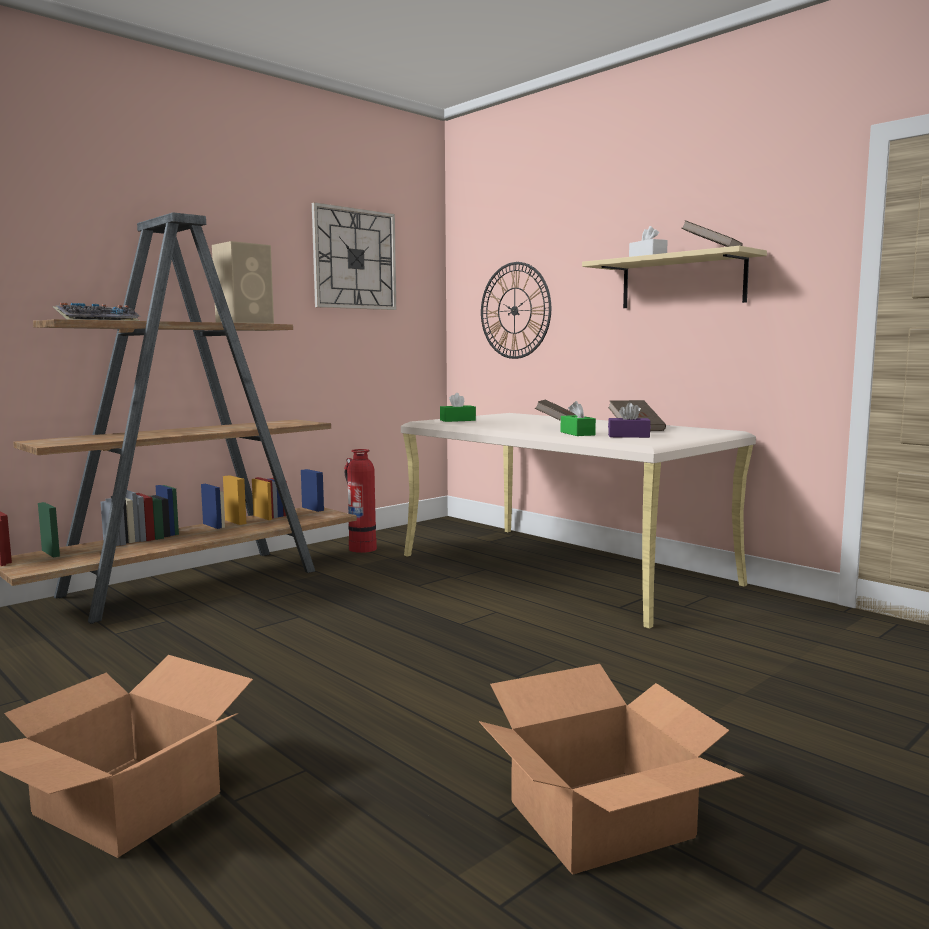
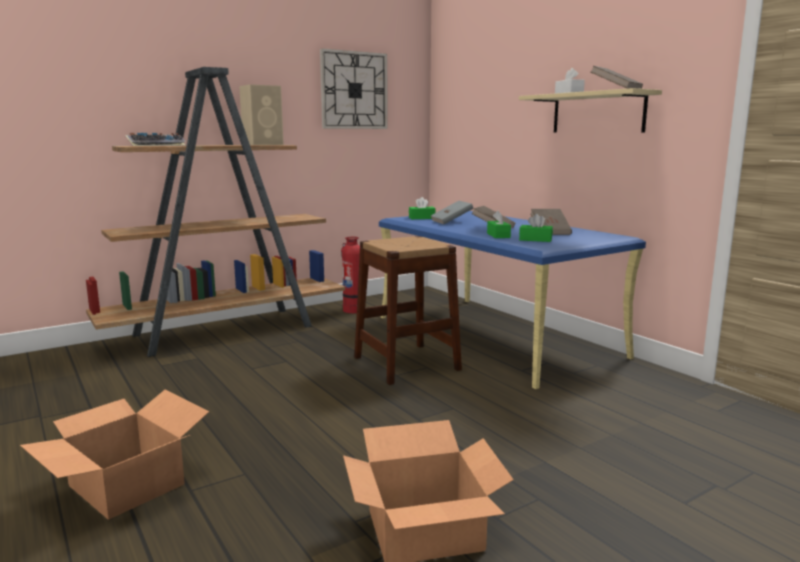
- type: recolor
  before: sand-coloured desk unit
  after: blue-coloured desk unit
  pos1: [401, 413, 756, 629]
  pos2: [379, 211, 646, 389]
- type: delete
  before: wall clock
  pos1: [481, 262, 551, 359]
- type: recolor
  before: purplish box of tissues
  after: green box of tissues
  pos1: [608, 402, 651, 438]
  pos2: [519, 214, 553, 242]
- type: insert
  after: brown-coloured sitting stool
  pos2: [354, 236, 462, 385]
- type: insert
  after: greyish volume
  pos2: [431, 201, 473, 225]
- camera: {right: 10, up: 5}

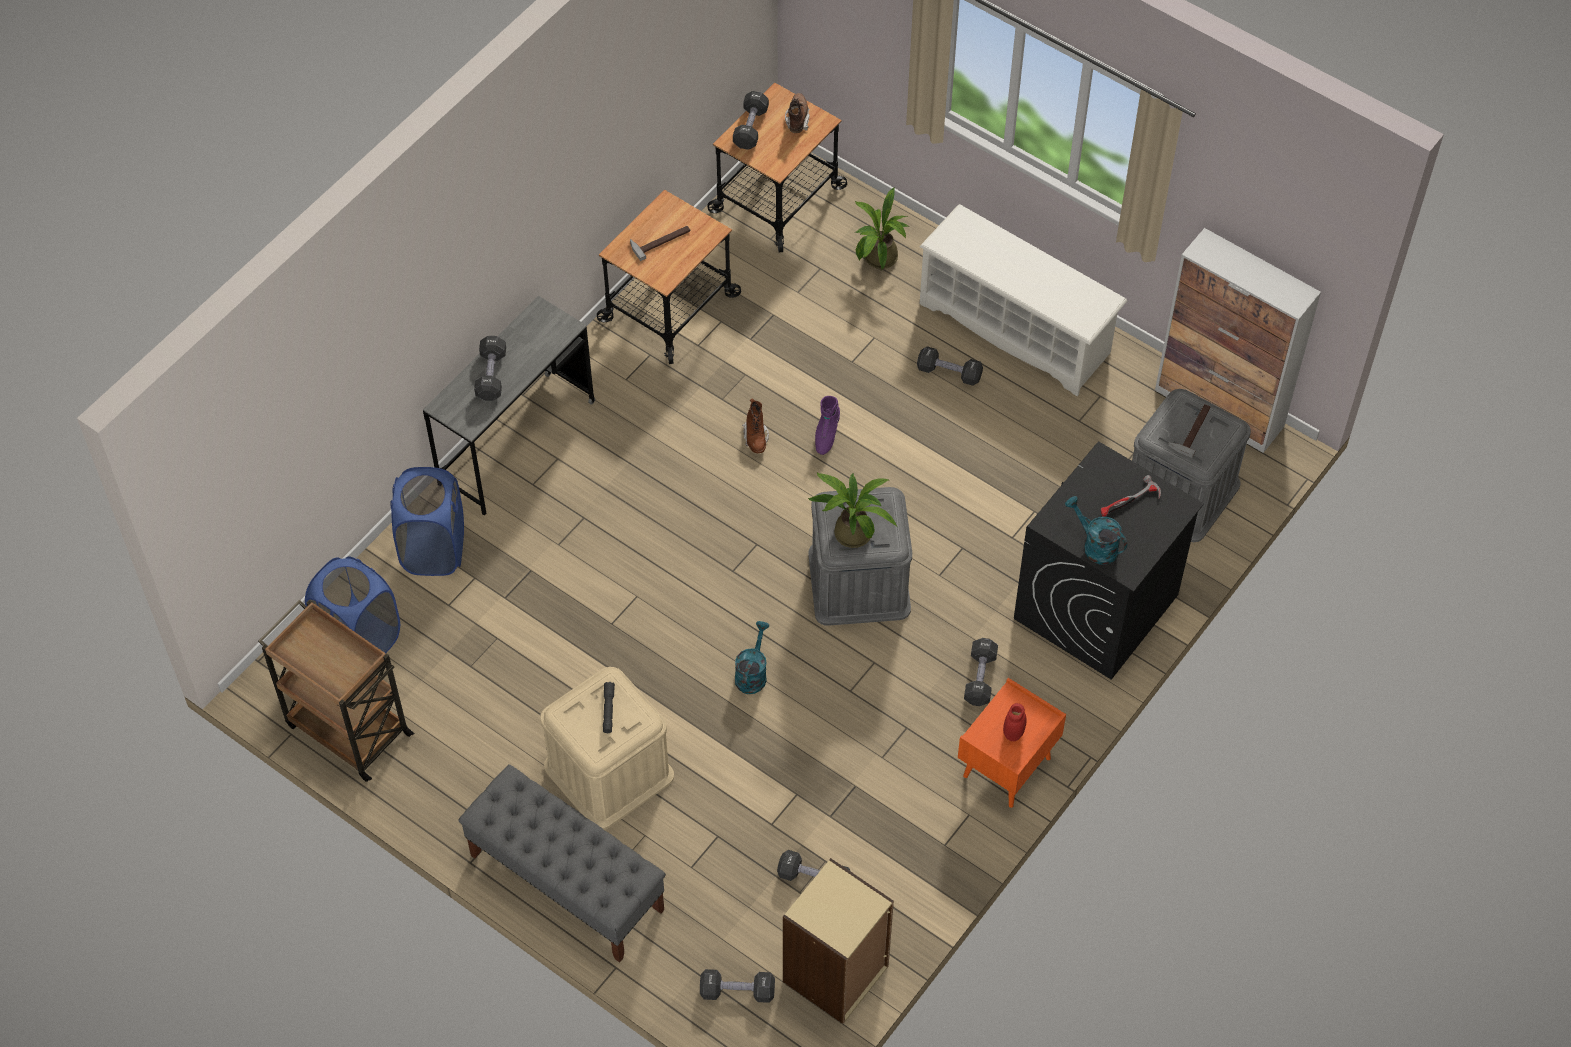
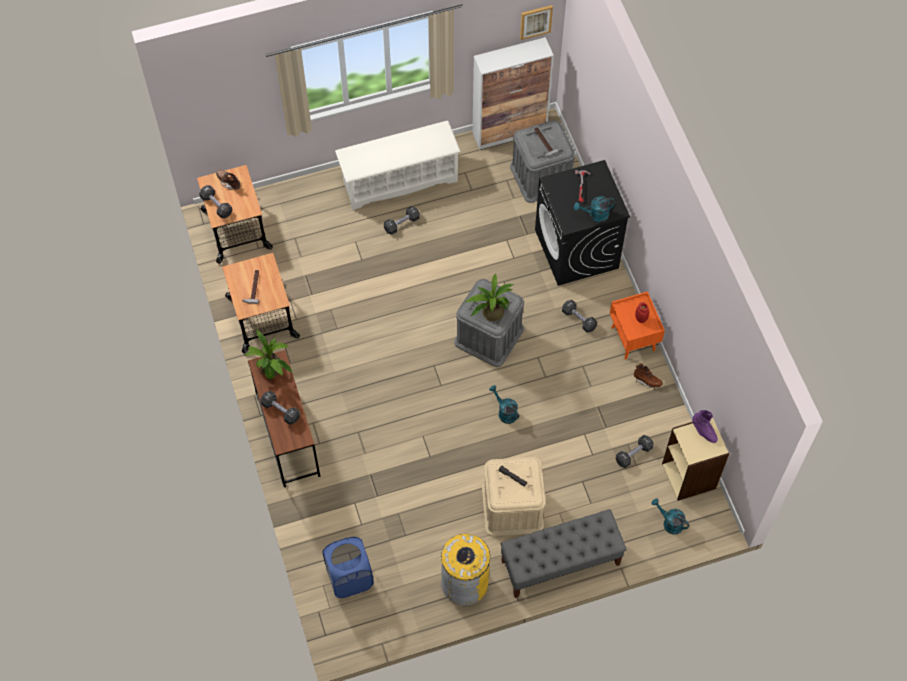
- type: delete
  before: brown-coloured wheeled cart
  pos1: [258, 600, 414, 782]
- type: delete
  before: blue-coloured washing basket
  pos1: [390, 467, 464, 576]
- type: recolor
  before: greyish desk unit
  after: brown-coloured desk unit
  pos1: [423, 296, 596, 515]
  pos2: [248, 350, 320, 487]
- type: replace
  before: black-coloured hand weight
  after: turquoise-coloured watering pot
  pos1: [700, 969, 775, 1003]
  pos2: [651, 498, 689, 535]
- type: move
  before: brown-coloured high-top boot
  pos1: [742, 398, 769, 453]
  pos2: [634, 364, 663, 388]
- type: move
  before: purplish high-top boot
  pos1: [815, 396, 840, 455]
  pos2: [692, 410, 718, 443]
- type: move
  before: houseplant
  pos1: [855, 188, 909, 270]
  pos2: [244, 330, 292, 380]
- type: insert
  after: yellow trash can
  pos2: [441, 534, 490, 605]
- type: insert
  after: wall art
  pos2: [520, 5, 553, 40]
- camera: {right: -55, up: 5}

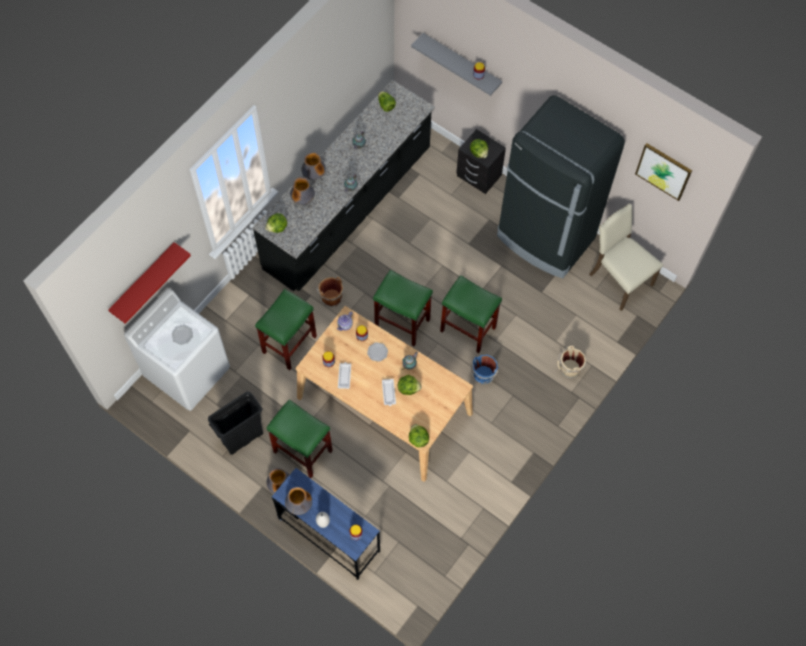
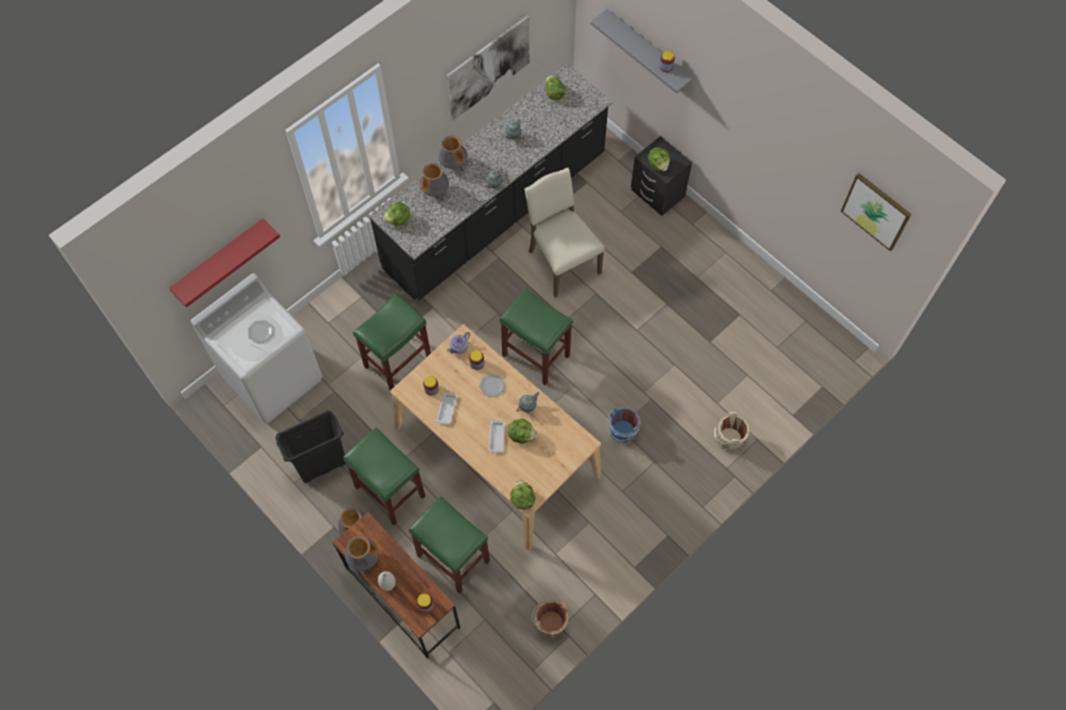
- type: recolor
  before: blue-coloured desk unit
  after: brown-coloured desk unit
  pos1: [272, 468, 380, 580]
  pos2: [333, 512, 460, 659]
- type: move
  before: brown-coloured water bucket
  pos1: [317, 277, 343, 307]
  pos2: [532, 600, 568, 638]
- type: move
  before: green sitting stool
  pos1: [440, 275, 502, 353]
  pos2: [409, 496, 490, 594]
- type: delete
  before: black-coloured refrigerator
  pos1: [497, 95, 625, 279]
- type: move
  before: sand-coloured plain chair
  pos1: [589, 204, 663, 311]
  pos2: [524, 168, 605, 298]
- type: insert
  after: wall art
  pos2: [447, 15, 529, 121]
- camera: {right: 10, up: 0}

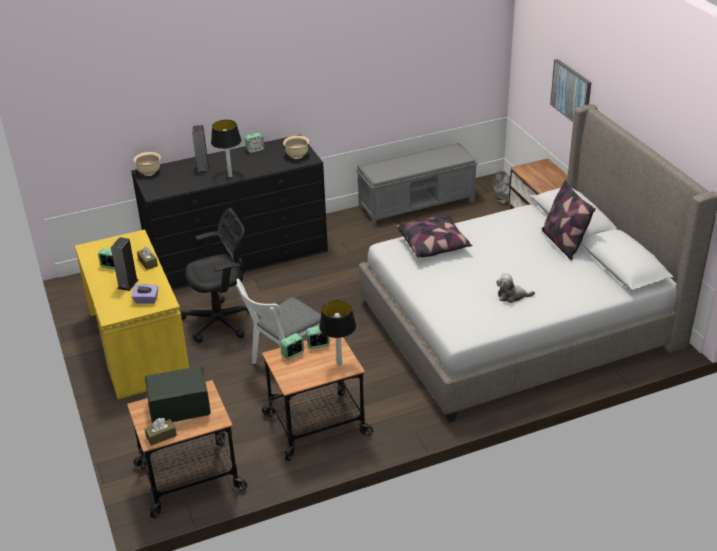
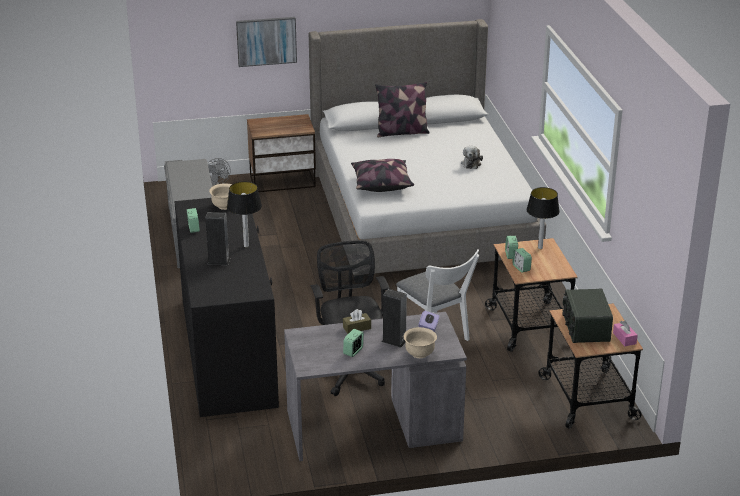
- type: recolor
  before: yellow desk unit
  after: greyish desk unit
  pos1: [75, 230, 189, 399]
  pos2: [284, 312, 467, 461]
- type: move
  before: sand-coloured serving bowl
  pos1: [134, 152, 161, 176]
  pos2: [403, 327, 437, 358]
- type: recolor
  before: brown-coloured box of tissues
  after: pink box of tissues
  pos1: [145, 418, 177, 446]
  pos2: [613, 321, 638, 346]
- camera: {right: -80, up: -5}

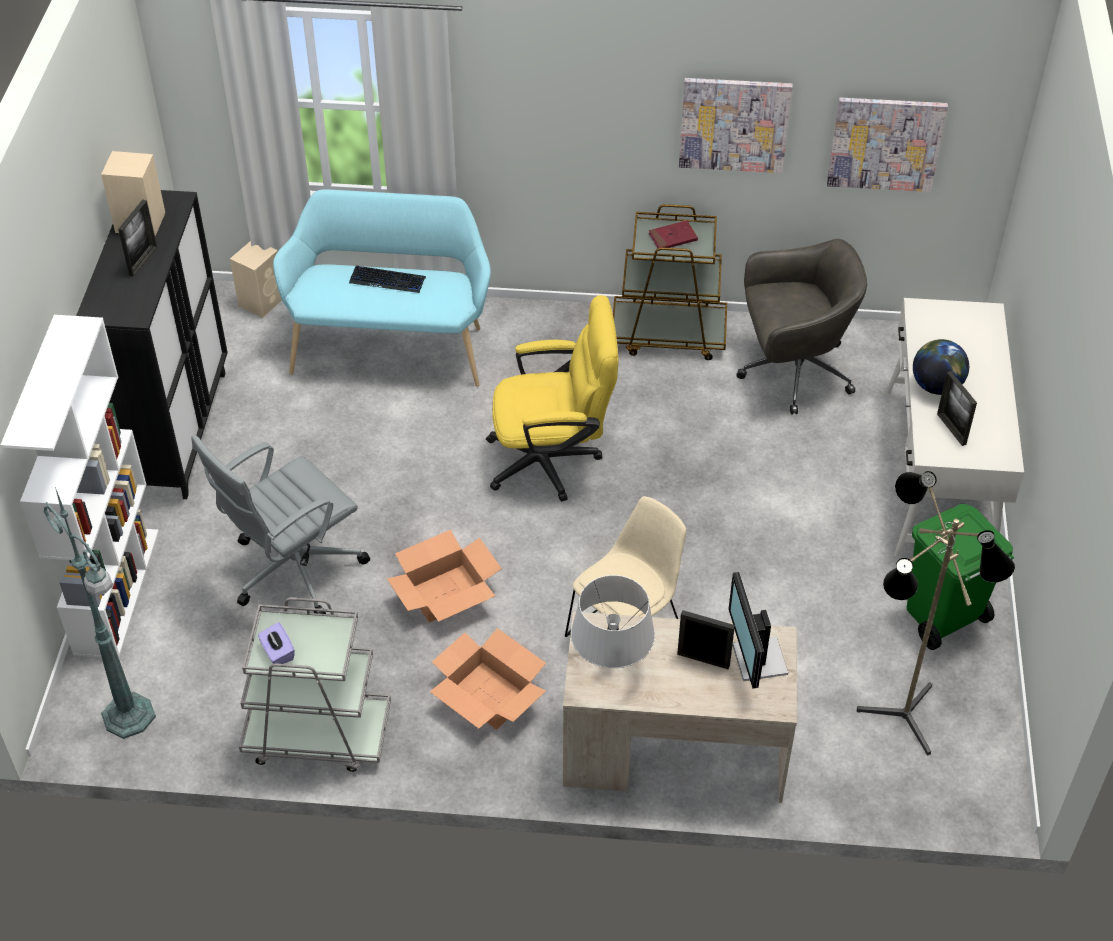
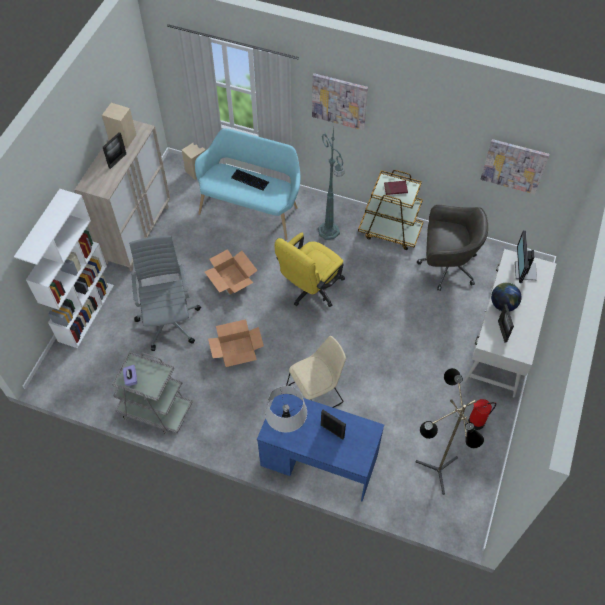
- type: move
  before: green standard lamp
  pos1: [44, 487, 156, 739]
  pos2: [318, 127, 345, 240]
- type: recolor
  before: black-coloured cupboard
  after: sand-coloured cupboard
  pos1: [76, 190, 228, 499]
  pos2: [75, 120, 170, 272]
- type: rotate
  before: greyish desk chair
  pos1: [191, 434, 370, 614]
  pos2: [129, 235, 201, 351]
  turn: 105
- type: move
  before: packing box
  pos1: [430, 628, 546, 730]
  pos2: [205, 249, 258, 294]
- type: rotate
  before: yellow desk chair
  pos1: [486, 295, 618, 502]
  pos2: [275, 233, 345, 307]
  turn: 120
- type: recolor
  before: sand-coloured desk unit
  after: blue-coloured desk unit
  pos1: [563, 612, 797, 803]
  pos2: [257, 394, 384, 501]
- type: move
  before: wall art
  pos1: [679, 78, 793, 173]
  pos2: [312, 73, 368, 130]
- type: move
  before: monitor
  pos1: [728, 572, 788, 689]
  pos2: [515, 231, 537, 283]
- type: replace
  before: green trash can
  after: extinguisher
  pos1: [907, 504, 1014, 650]
  pos2: [468, 399, 496, 430]
- camera: {right: 15, up: 10}

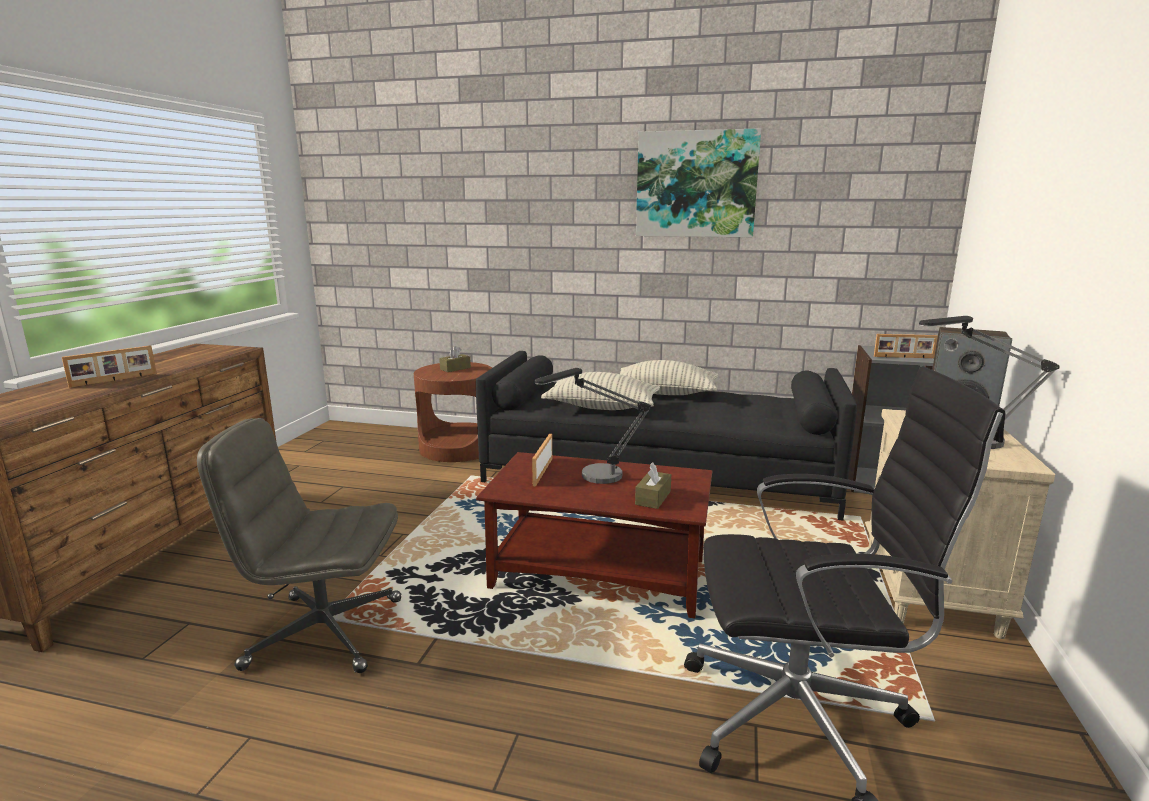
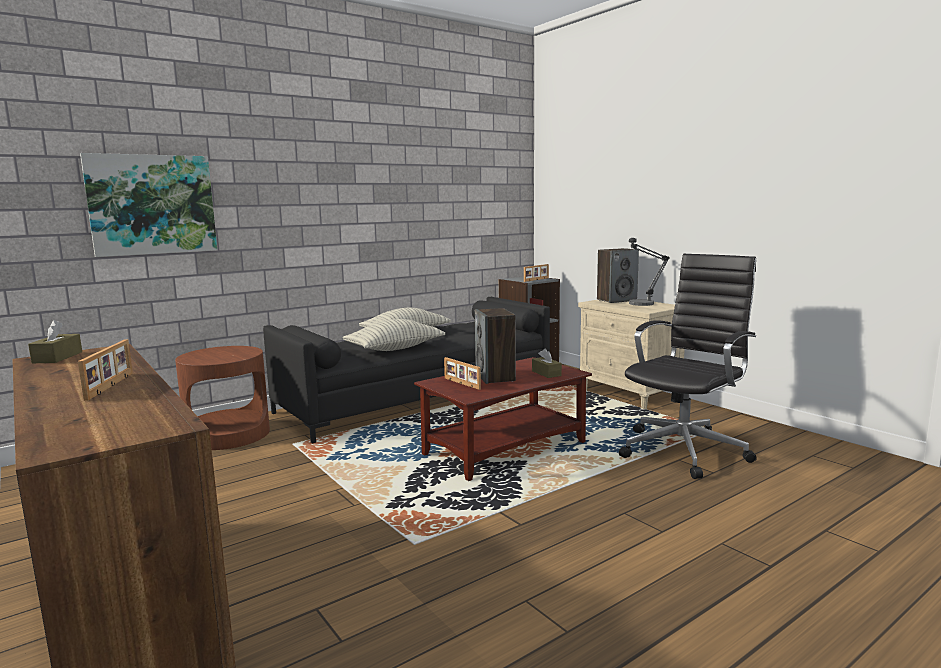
- type: delete
  before: greyish desk chair
  pos1: [197, 418, 401, 673]
- type: move
  before: brown-coloured box of tissues
  pos1: [439, 346, 471, 372]
  pos2: [28, 320, 82, 363]
- type: replace
  before: table lamp
  after: speaker
  pos1: [535, 368, 651, 484]
  pos2: [475, 308, 516, 384]
- type: move
  before: wall art
  pos1: [636, 128, 761, 237]
  pos2: [80, 153, 217, 257]
- camera: {right: -50, up: -5}

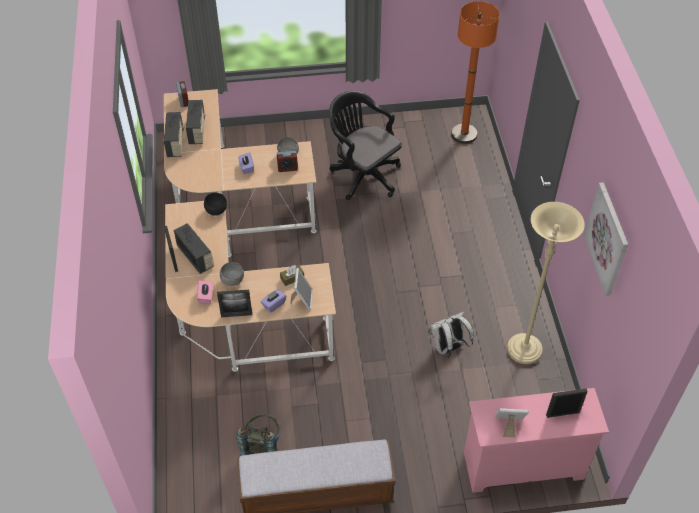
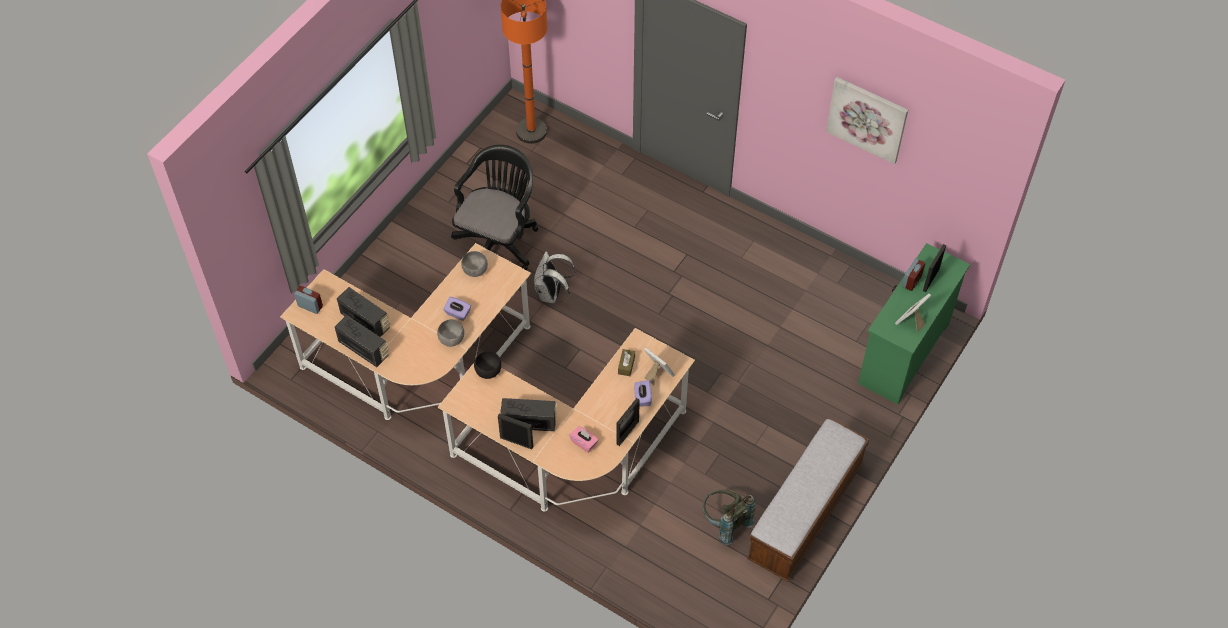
- type: move
  before: greyish serving bowl
  pos1: [220, 262, 244, 286]
  pos2: [437, 319, 464, 347]
- type: move
  before: alarm clock
  pos1: [277, 151, 298, 172]
  pos2: [902, 258, 925, 291]
- type: rotate
  before: black-coloured desk chair
  pos1: [329, 91, 402, 200]
  pos2: [451, 145, 538, 270]
  turn: 120
- type: move
  before: whitish rucksack
  pos1: [429, 312, 473, 358]
  pos2: [534, 251, 575, 303]
- type: recolor
  before: pink drawer chest
  after: green drawer chest
  pos1: [464, 388, 609, 493]
  pos2: [858, 243, 970, 405]
- type: delete
  before: sand-coloured standard lamp
  pos1: [507, 202, 585, 364]
- camera: {right: -50, up: 5}

